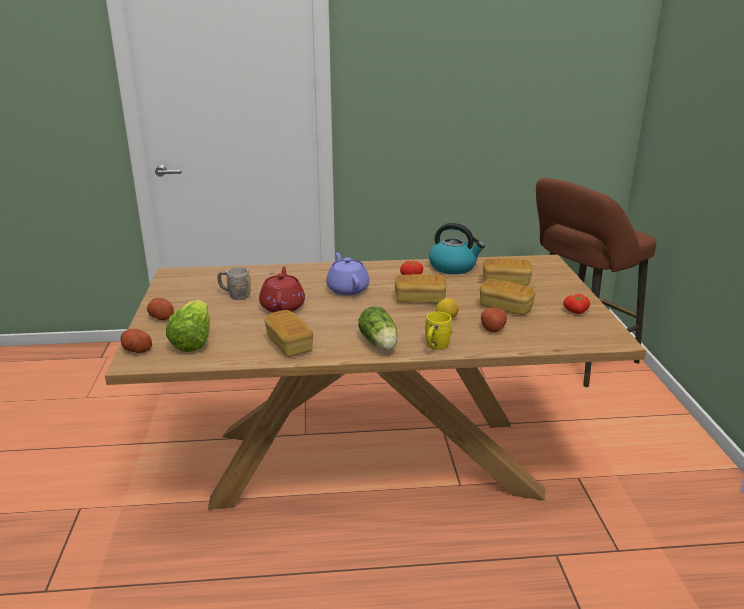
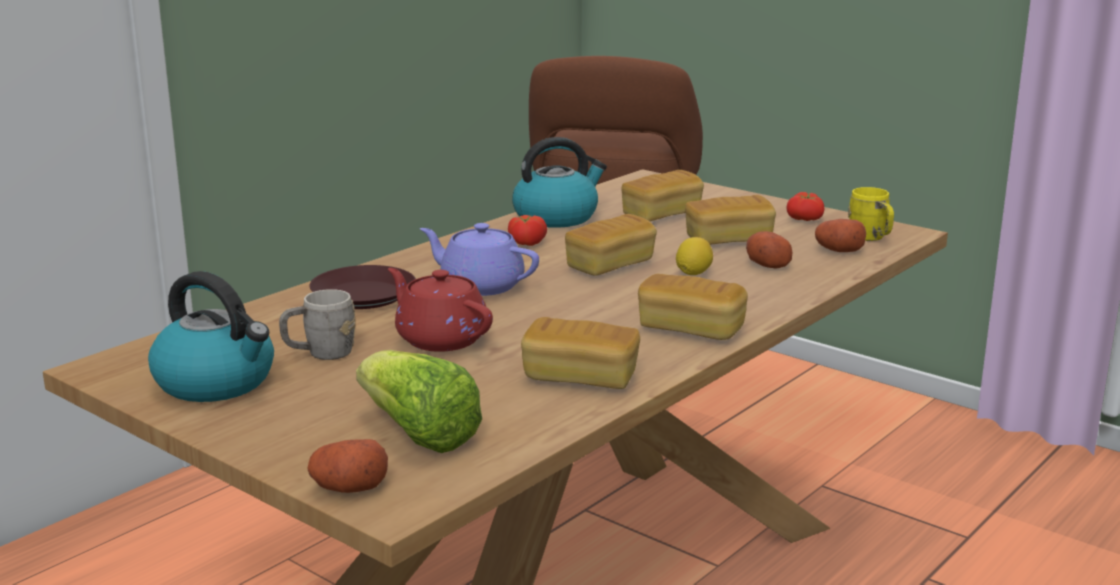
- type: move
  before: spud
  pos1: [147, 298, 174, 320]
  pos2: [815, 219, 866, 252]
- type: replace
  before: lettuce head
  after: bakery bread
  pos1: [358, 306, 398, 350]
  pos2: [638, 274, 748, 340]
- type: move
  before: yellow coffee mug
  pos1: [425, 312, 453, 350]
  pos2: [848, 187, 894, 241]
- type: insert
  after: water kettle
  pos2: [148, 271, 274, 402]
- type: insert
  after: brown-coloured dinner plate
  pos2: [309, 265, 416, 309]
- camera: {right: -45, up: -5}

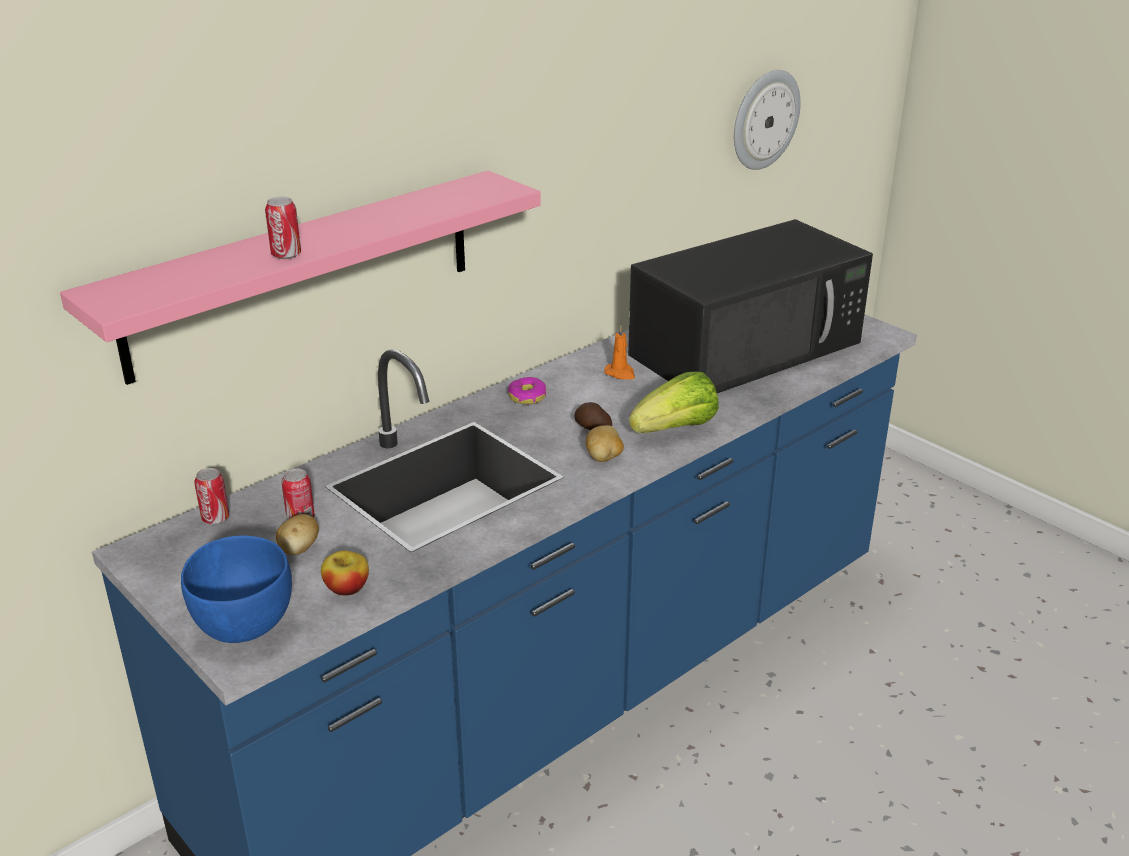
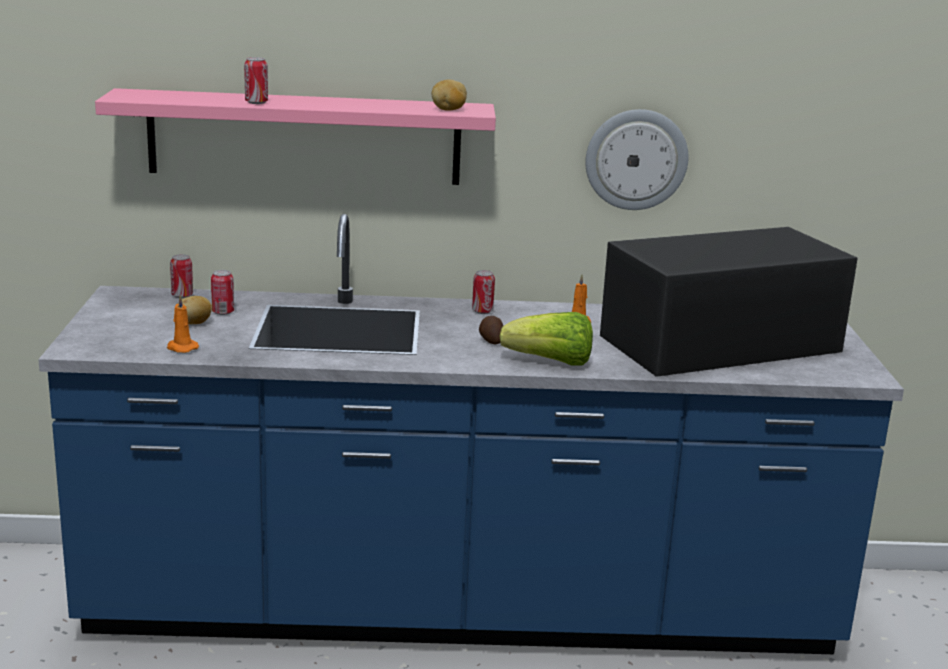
- type: delete
  before: blue-coloured serving bowl
  pos1: [181, 535, 292, 643]
- type: replace
  before: apple
  after: orangey candle
  pos1: [321, 551, 369, 596]
  pos2: [167, 295, 199, 353]
- type: replace
  before: donut
  after: metal can
  pos1: [508, 377, 546, 404]
  pos2: [472, 270, 495, 314]
- type: move
  before: spud
  pos1: [586, 425, 624, 462]
  pos2: [432, 80, 467, 111]
- type: rotate
  before: black-coloured microwave oven
  pos1: [628, 219, 873, 393]
  pos2: [600, 227, 858, 377]
  turn: 150
- type: move
  before: wall clock
  pos1: [734, 70, 801, 170]
  pos2: [585, 109, 689, 210]
- camera: {right: 40, up: -10}

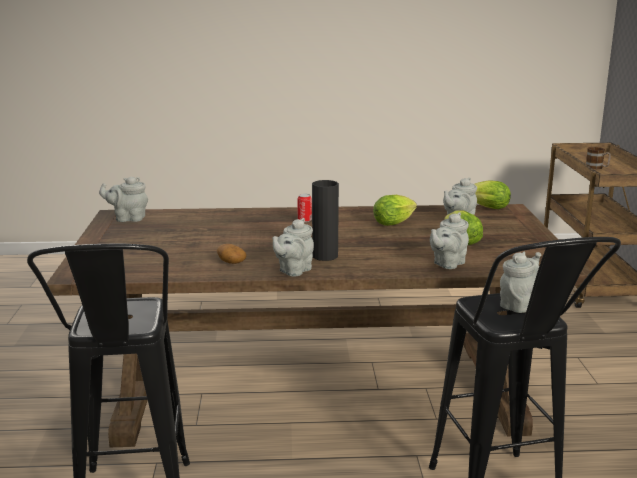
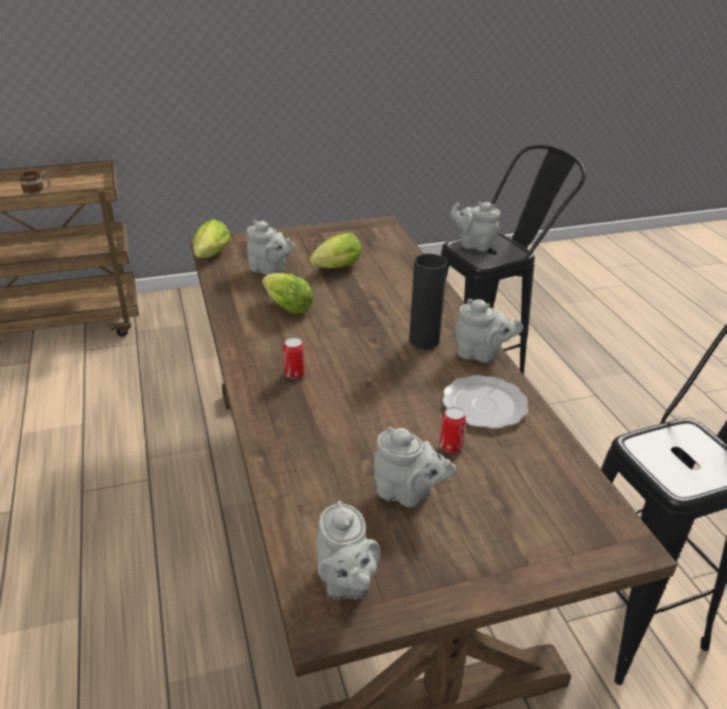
- type: replace
  before: spud
  after: dinner plate
  pos1: [217, 244, 246, 264]
  pos2: [442, 375, 528, 429]
- type: move
  before: greyish pot for tea
  pos1: [430, 212, 469, 269]
  pos2: [374, 427, 457, 508]
- type: insert
  after: metal can
  pos2: [439, 407, 466, 453]
- camera: {right: -105, up: 15}

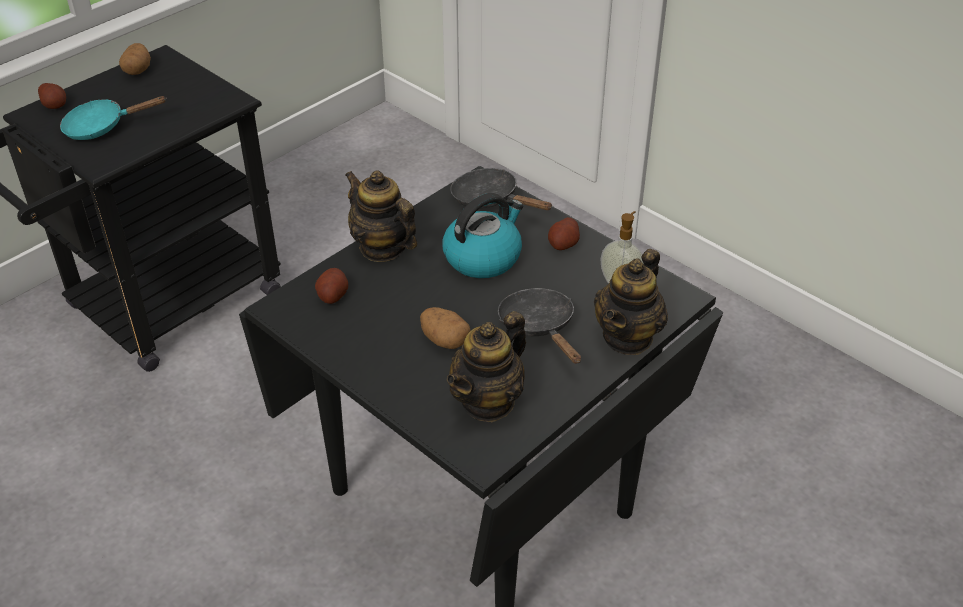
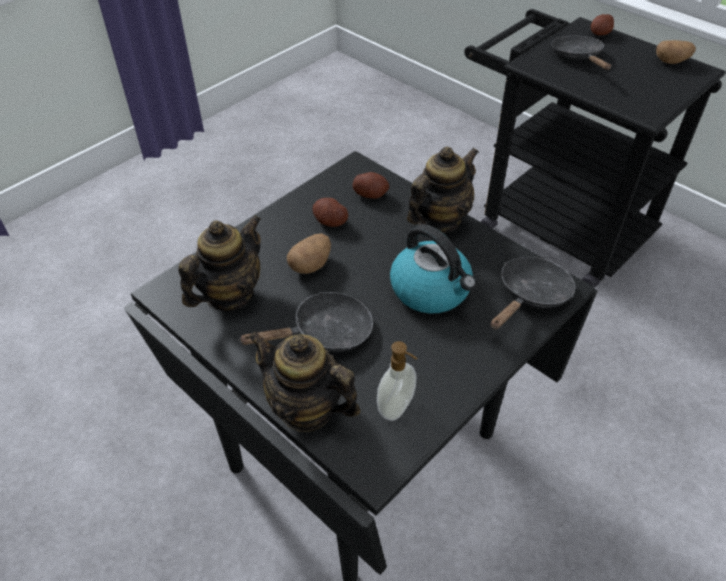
- type: recolor
  before: turquoise-coloured skillet
  after: black-coloured skillet
  pos1: [60, 96, 167, 140]
  pos2: [551, 35, 611, 70]
- type: rotate
  before: pot for tea
  pos1: [446, 311, 526, 422]
  pos2: [178, 215, 261, 311]
  turn: 90
- type: move
  before: spud
  pos1: [548, 217, 580, 250]
  pos2: [312, 198, 348, 227]
- camera: {right: 90, up: 5}

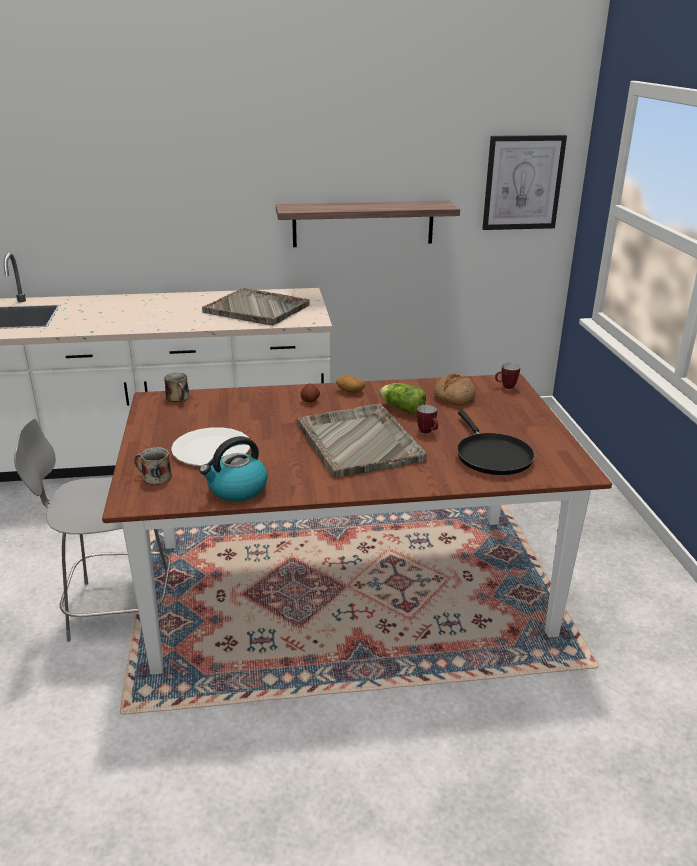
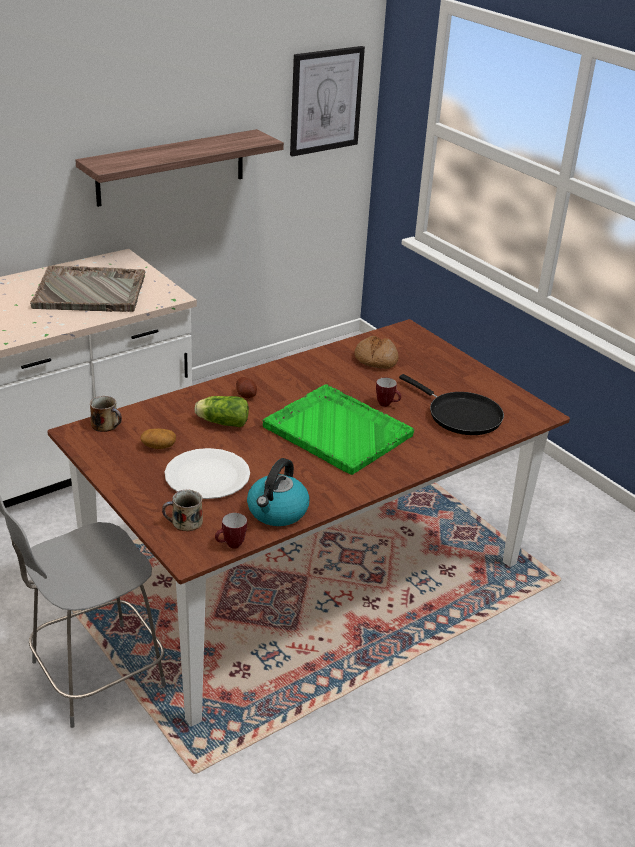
- type: recolor
  before: greyish tray
  after: green tray
  pos1: [297, 404, 427, 478]
  pos2: [263, 385, 414, 475]
- type: move
  before: spud
  pos1: [336, 376, 365, 393]
  pos2: [141, 429, 176, 449]
- type: move
  before: lettuce head
  pos1: [380, 383, 426, 414]
  pos2: [195, 396, 249, 427]
- type: move
  before: coffee mug
  pos1: [495, 363, 520, 389]
  pos2: [215, 513, 247, 549]
- camera: {right: -30, up: 5}

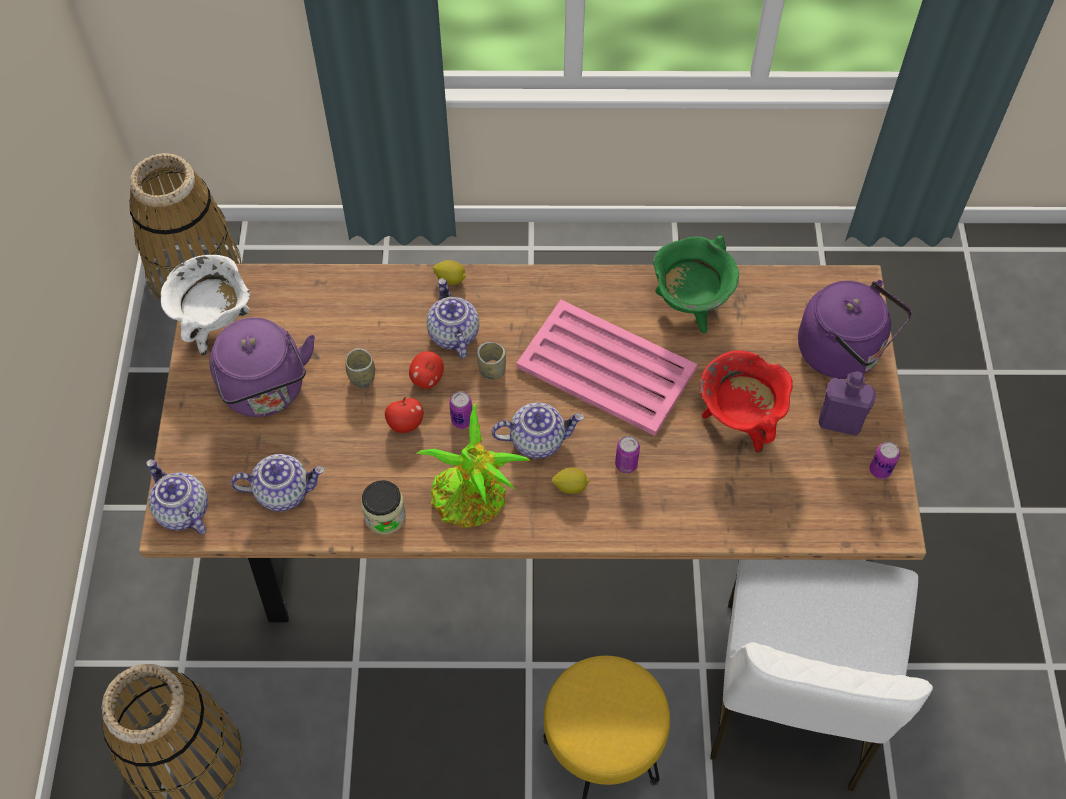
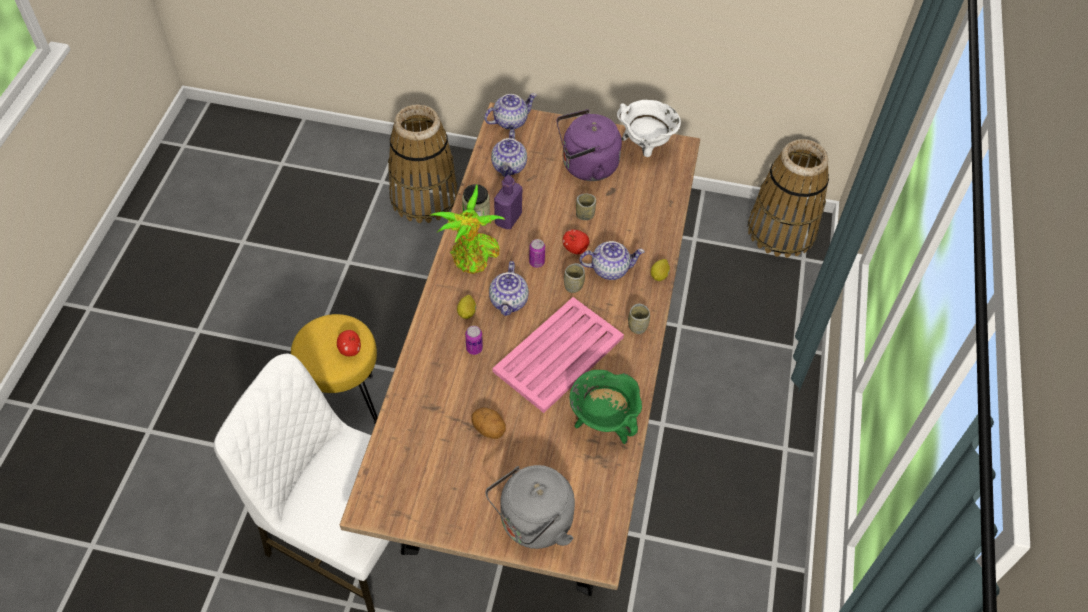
- type: move
  before: apple
  pos1: [385, 397, 424, 433]
  pos2: [337, 330, 361, 356]
- type: replace
  before: red stockpot
  after: spud
  pos1: [700, 350, 793, 453]
  pos2: [471, 408, 506, 439]
- type: recolor
  before: purplish water kettle
  after: greyish water kettle
  pos1: [798, 280, 912, 379]
  pos2: [485, 465, 575, 549]
- type: move
  before: purplish bottle
  pos1: [819, 371, 876, 436]
  pos2: [494, 175, 522, 229]
- type: delete
  before: metal can
  pos1: [869, 442, 900, 479]
- type: insert
  after: small cup
  pos2: [628, 304, 650, 334]
- camera: {right: 100, up: -5}

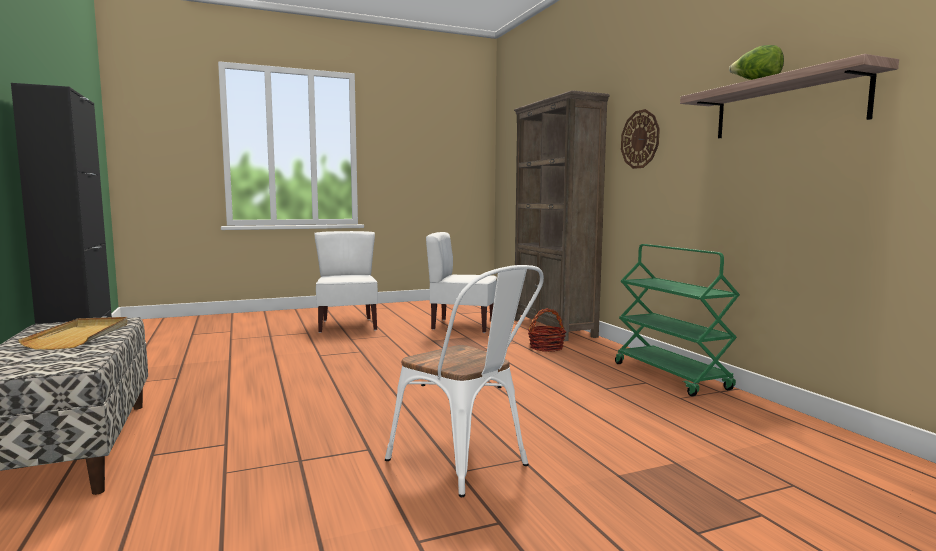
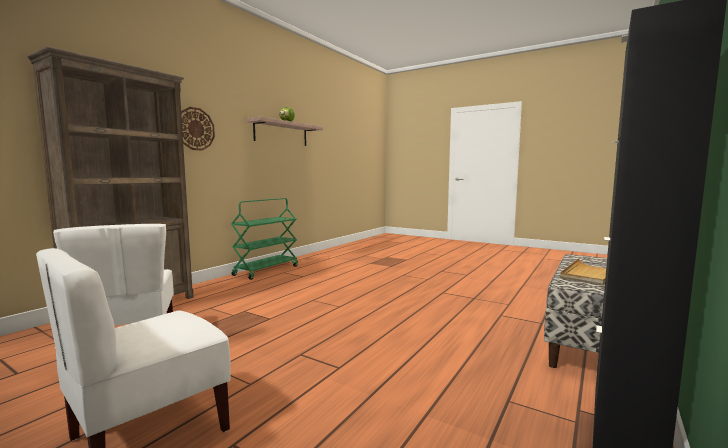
- type: delete
  before: whitish plain chair
  pos1: [385, 265, 544, 497]
- type: delete
  before: storage basket
  pos1: [528, 308, 566, 352]
- camera: {right: -125, up: 0}

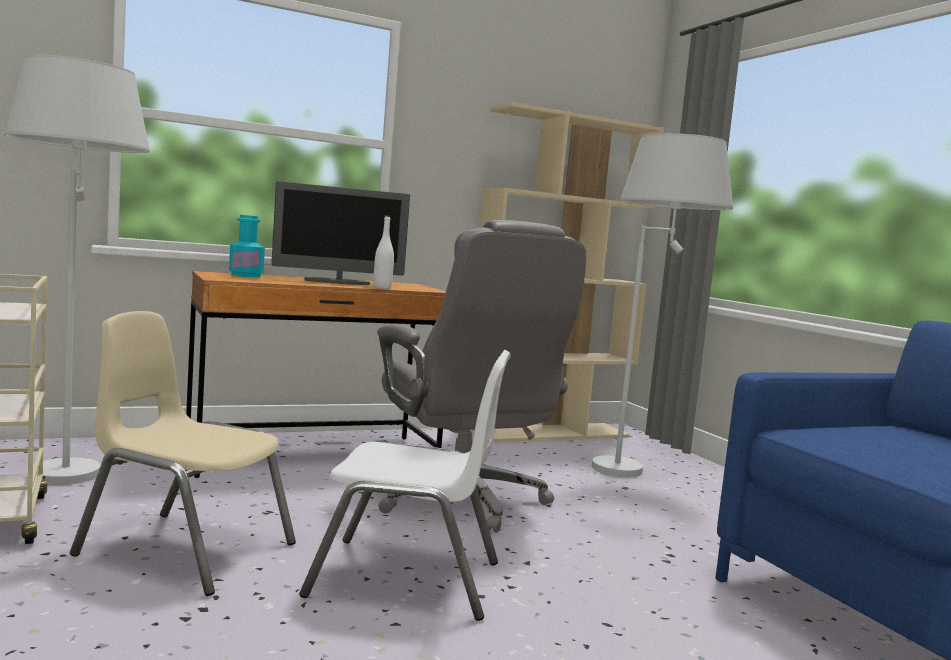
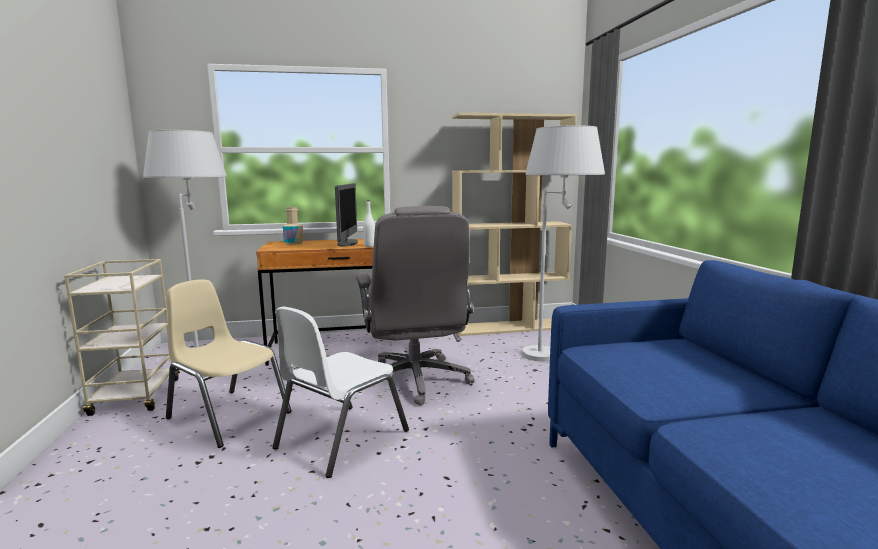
- type: recolor
  before: turquoise-coloured bottle
  after: sand-coloured bottle
  pos1: [229, 215, 265, 277]
  pos2: [283, 207, 304, 245]
- type: rotate
  before: monitor
  pos1: [271, 181, 410, 285]
  pos2: [335, 183, 358, 247]
  turn: -90
- type: rotate
  before: whitish plain chair
  pos1: [299, 350, 511, 621]
  pos2: [272, 307, 409, 478]
  turn: 105
- camera: {right: 15, up: 5}

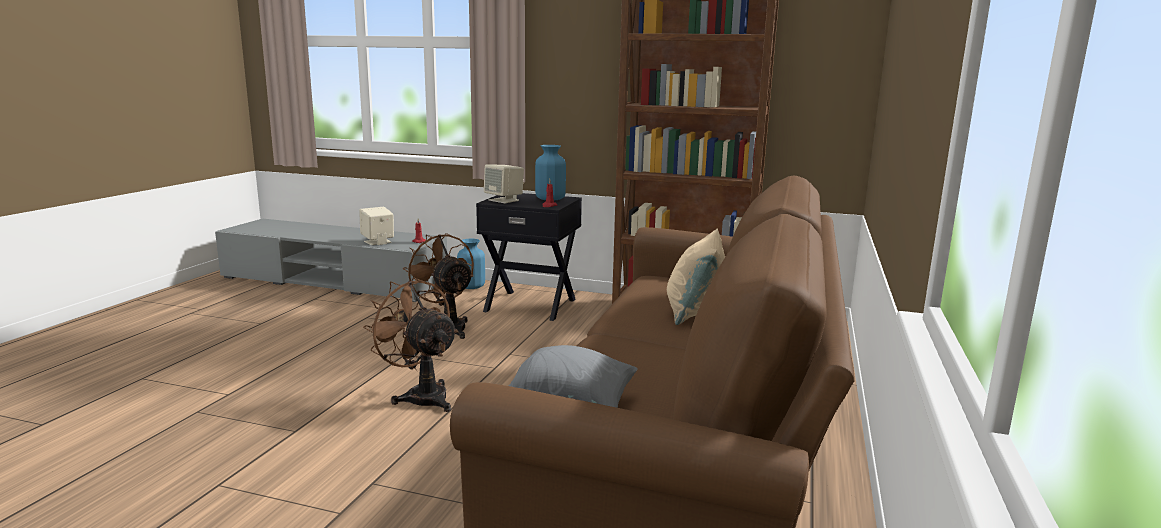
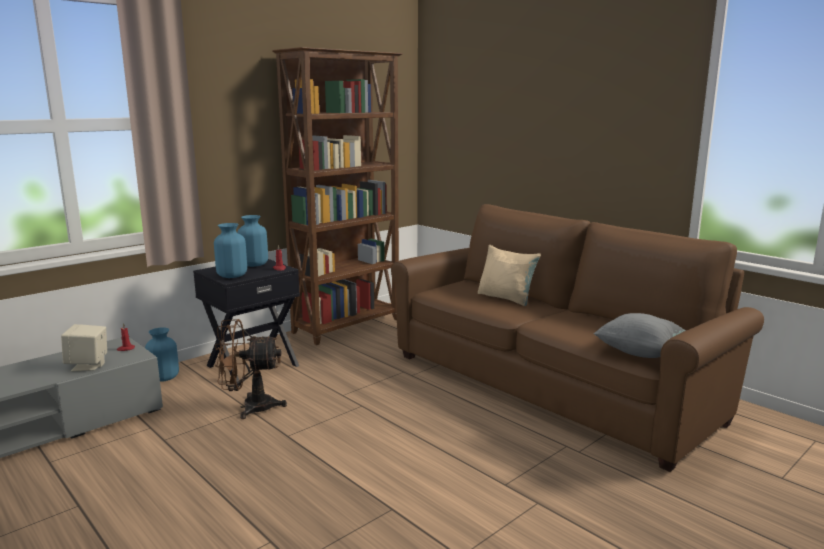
- type: delete
  before: brown-coloured cooling fan
  pos1: [363, 278, 458, 412]
- type: replace
  before: sand-coloured speaker
  after: blue-coloured decorative vase
  pos1: [484, 164, 524, 203]
  pos2: [214, 223, 247, 278]
- camera: {right: -60, up: 0}

